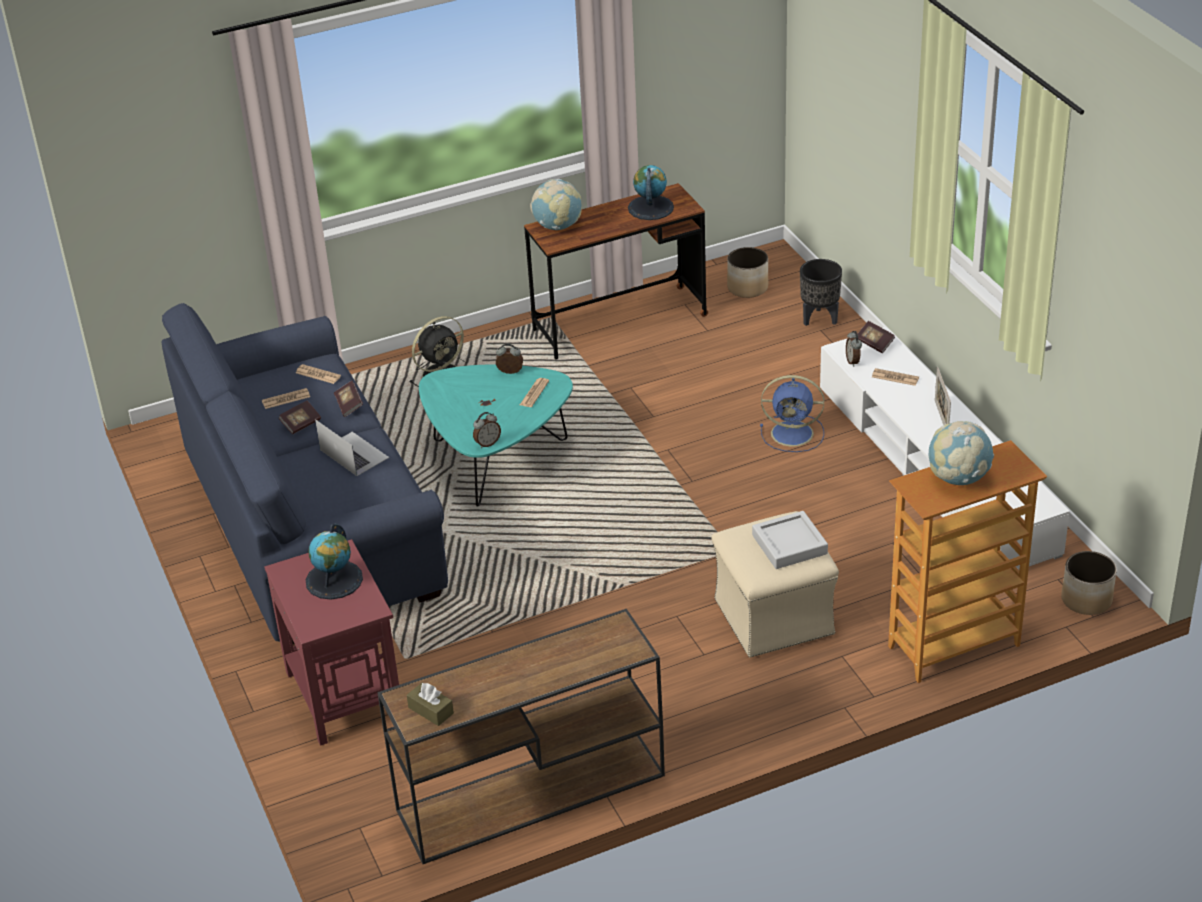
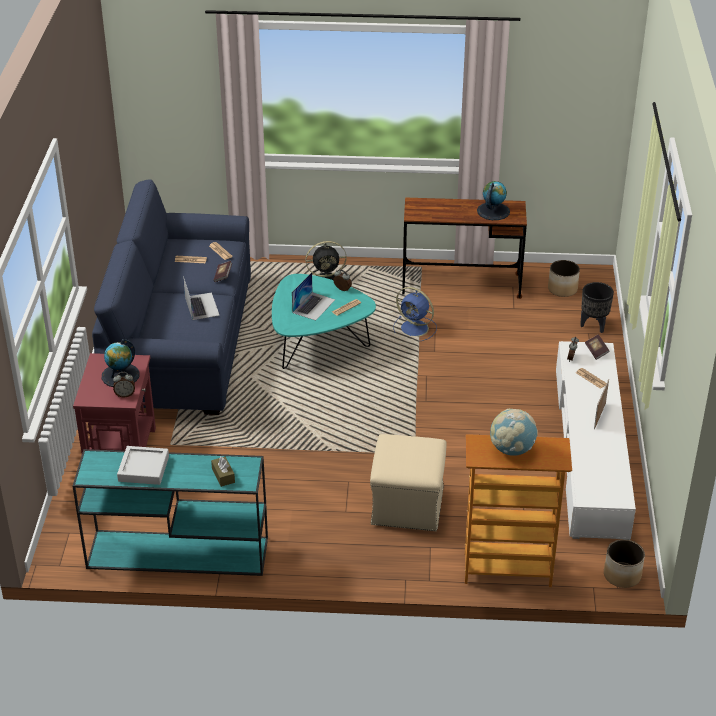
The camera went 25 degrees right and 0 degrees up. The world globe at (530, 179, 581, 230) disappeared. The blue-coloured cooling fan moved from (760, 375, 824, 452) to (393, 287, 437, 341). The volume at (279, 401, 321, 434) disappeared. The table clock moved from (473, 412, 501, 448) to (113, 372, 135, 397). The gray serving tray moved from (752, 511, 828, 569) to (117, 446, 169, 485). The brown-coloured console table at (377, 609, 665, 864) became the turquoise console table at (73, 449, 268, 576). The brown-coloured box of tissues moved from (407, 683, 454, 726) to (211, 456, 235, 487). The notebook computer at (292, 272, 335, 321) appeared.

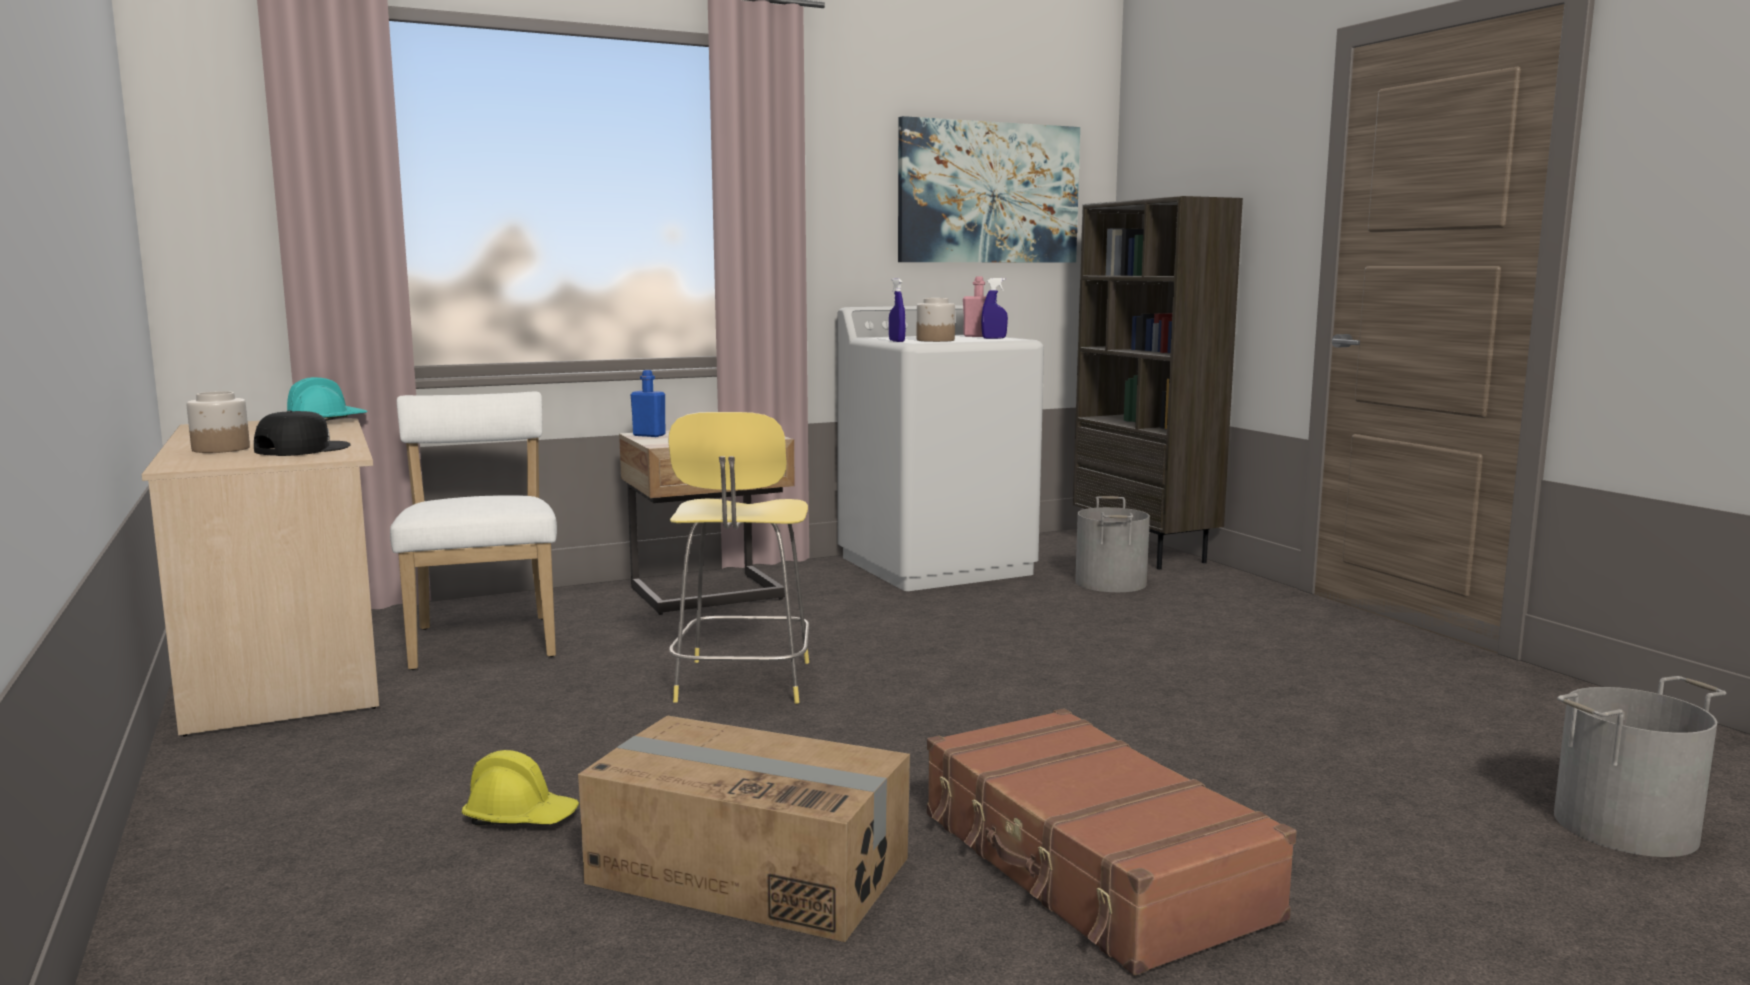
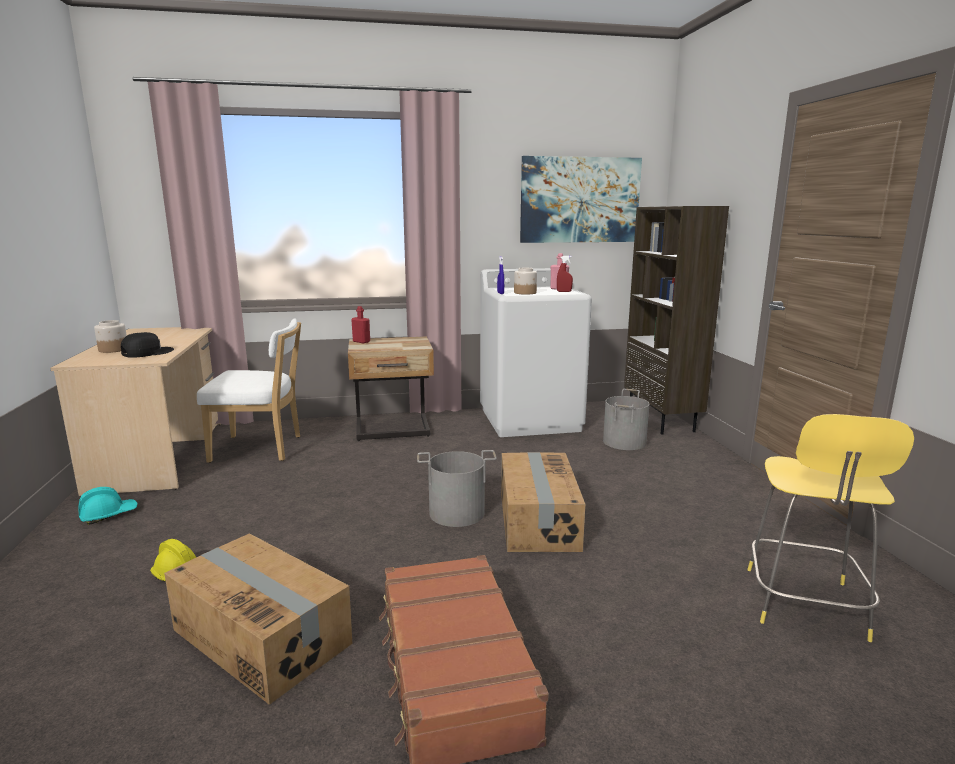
The camera went 15 degrees right and 5 degrees up. The blue-coloured hand sprayer at (981, 278, 1008, 339) became the red-coloured hand sprayer at (557, 256, 573, 292). The blue-coloured bottle at (630, 370, 666, 437) became the red-coloured bottle at (351, 306, 370, 343). The turquoise safety helmet moved from (287, 377, 368, 421) to (78, 487, 138, 525). The whitish chair at (390, 392, 557, 670) turned 90 degrees clockwise. The yellow-coloured sitting stool moved from (669, 412, 810, 704) to (747, 414, 914, 642). The gray water bucket moved from (1554, 676, 1726, 857) to (417, 450, 497, 527). The carton at (501, 452, 586, 552) appeared.

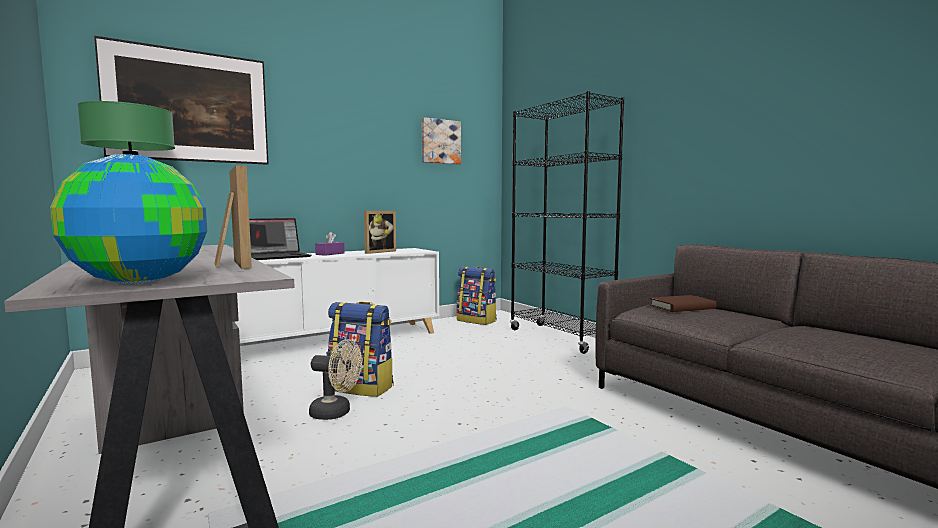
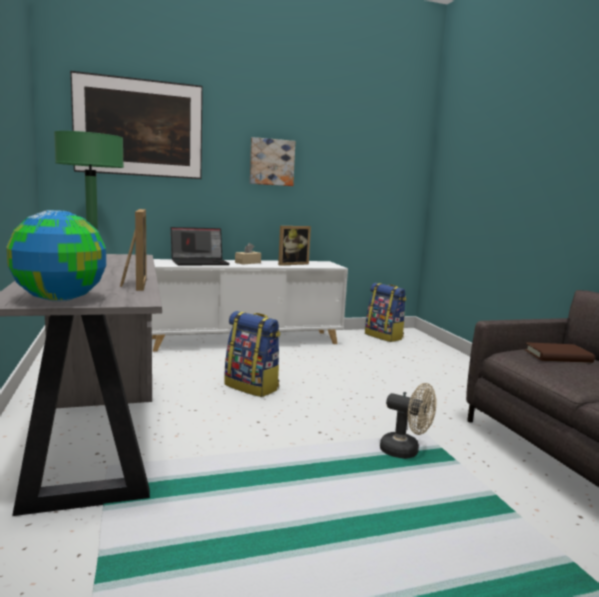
The camera went 15 degrees right and 5 degrees up. The black-coloured bookcase at (510, 91, 624, 354) disappeared. The picture moved from (422, 117, 461, 164) to (250, 137, 295, 186). The purplish box of tissues at (315, 232, 345, 256) became the sand-coloured box of tissues at (235, 243, 261, 264). The sand-coloured cooling fan moved from (309, 339, 362, 420) to (380, 383, 437, 459).

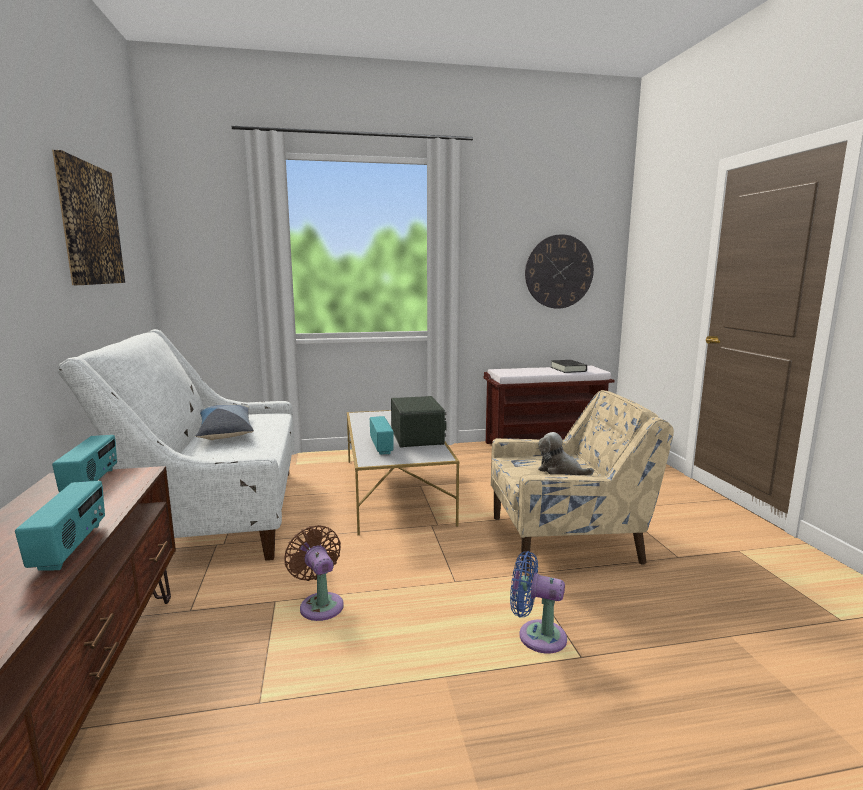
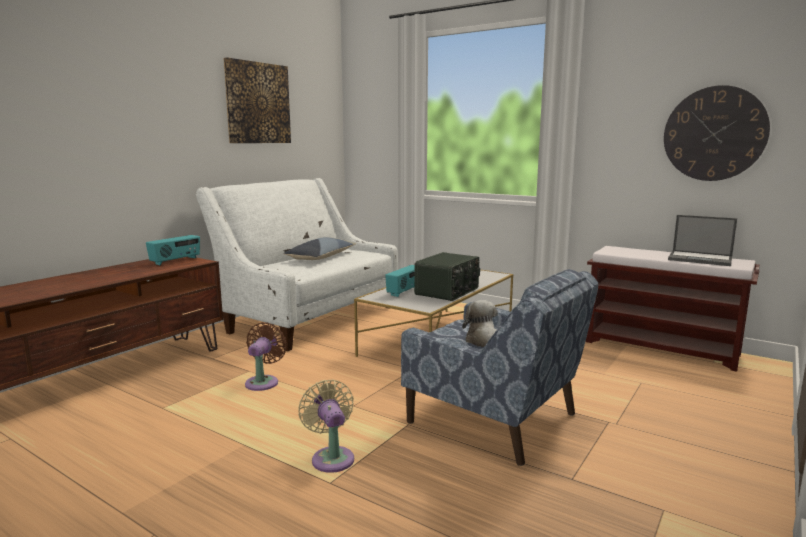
The camera went 45 degrees right and 0 degrees up. The black-coloured volume at (551, 360, 587, 373) was replaced by the notebook computer at (668, 215, 737, 266). The sand-coloured armchair at (491, 390, 674, 573) became the blue-coloured armchair at (401, 269, 598, 466). The radio receiver at (15, 481, 105, 571) disappeared. The blue-coloured cooling fan at (510, 551, 567, 653) became the sand-coloured cooling fan at (298, 380, 354, 473).

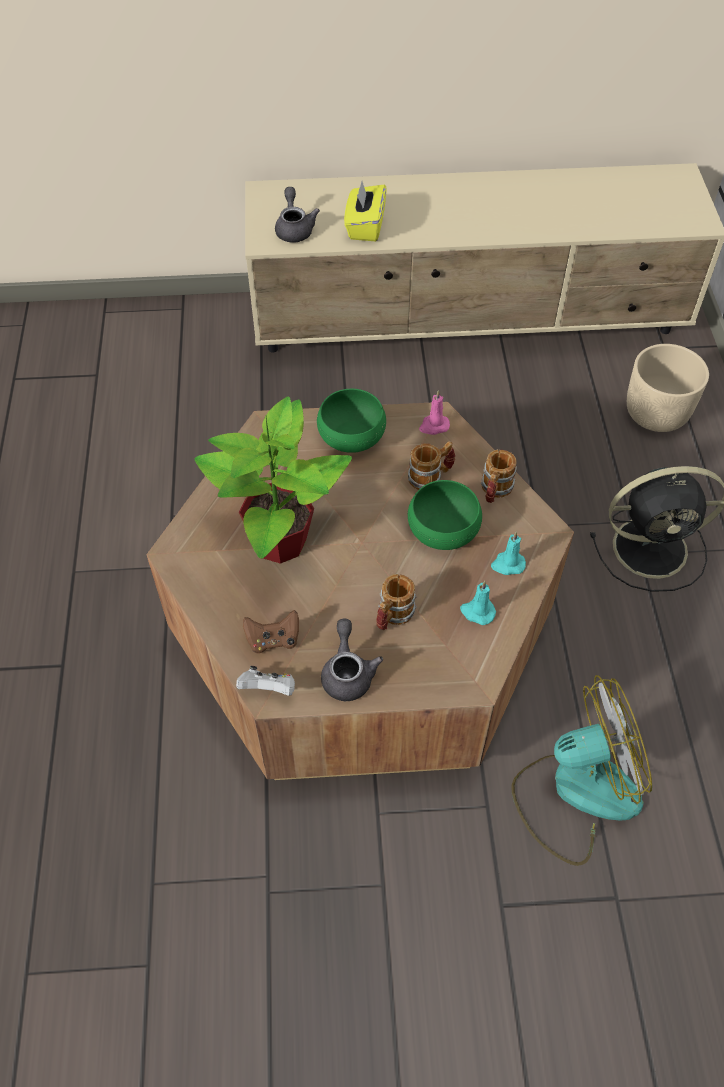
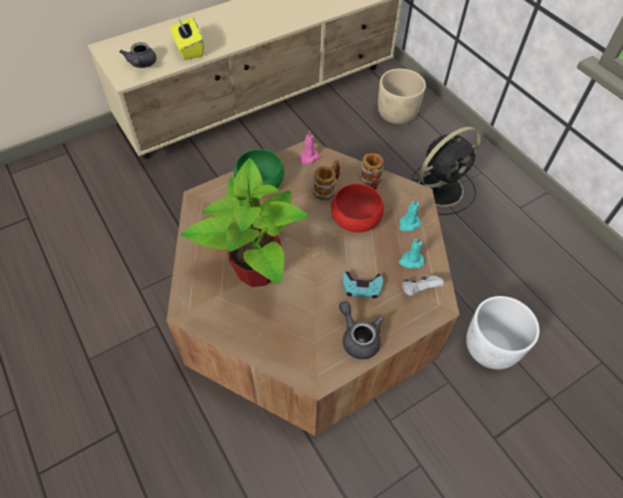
The camera went 30 degrees left and 0 degrees up. The gray tea pot at (275, 187, 320, 242) turned 150 degrees counterclockwise. The greenish serving bowl at (408, 480, 482, 550) became the red-coloured serving bowl at (331, 184, 384, 233). The tea mug at (376, 574, 417, 630) was replaced by the turquoise gamepad at (343, 271, 383, 298). The brown-coloured gamepad at (243, 610, 299, 654) disappeared. The whitish gamepad moved from (236, 666, 295, 696) to (402, 275, 444, 296). The cooling fan at (511, 675, 652, 866) was replaced by the whitish flower pot at (466, 296, 540, 370).

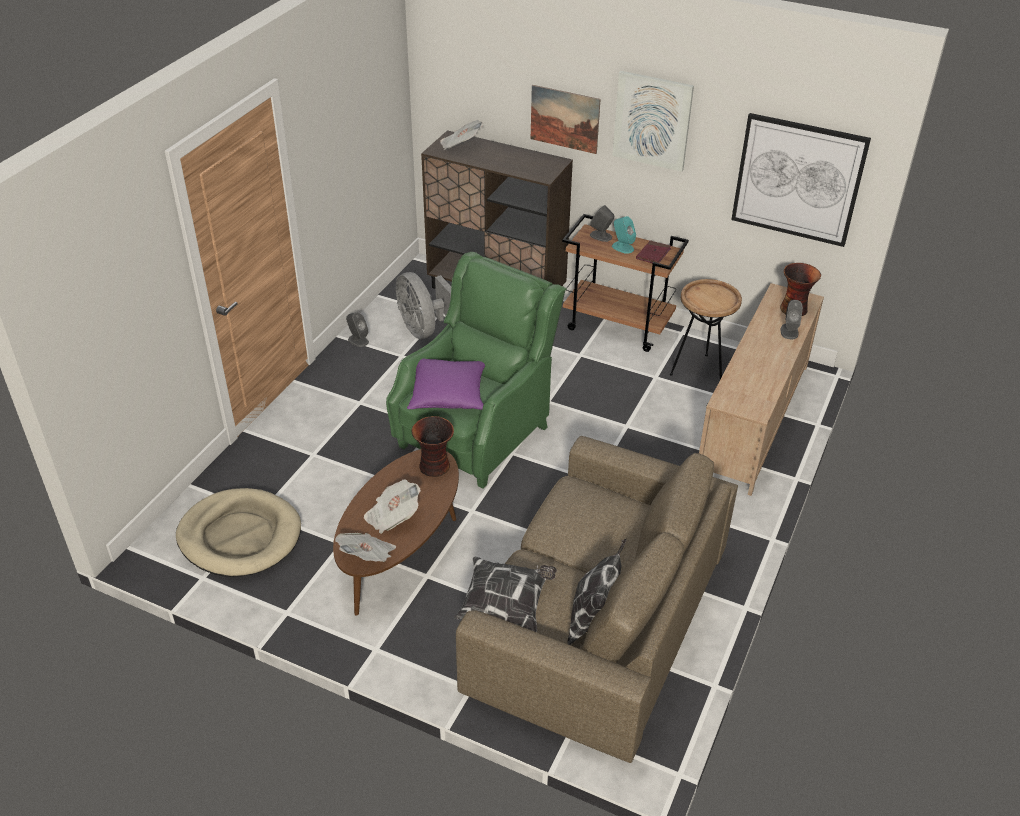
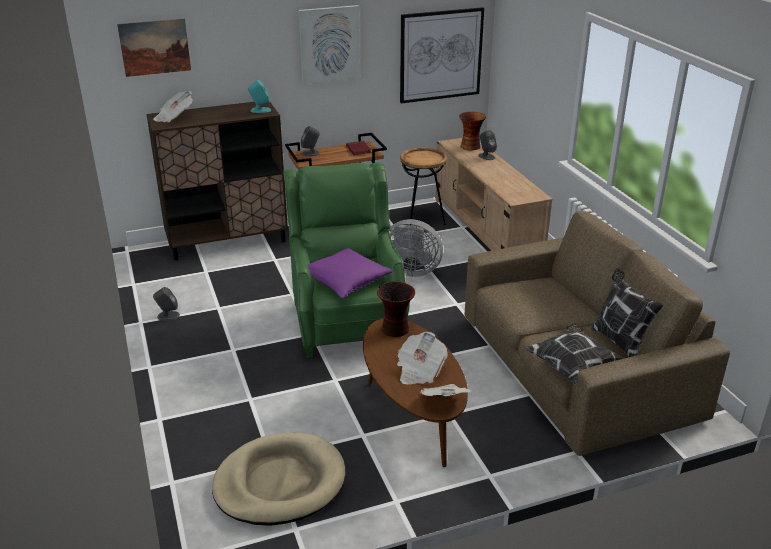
The camera went 45 degrees left and 10 degrees down. The picture moved from (531, 85, 601, 154) to (117, 18, 191, 77). The turquoise loudspeaker moved from (612, 216, 636, 254) to (248, 80, 271, 113). The gray cooling fan moved from (396, 272, 451, 339) to (388, 219, 443, 277).

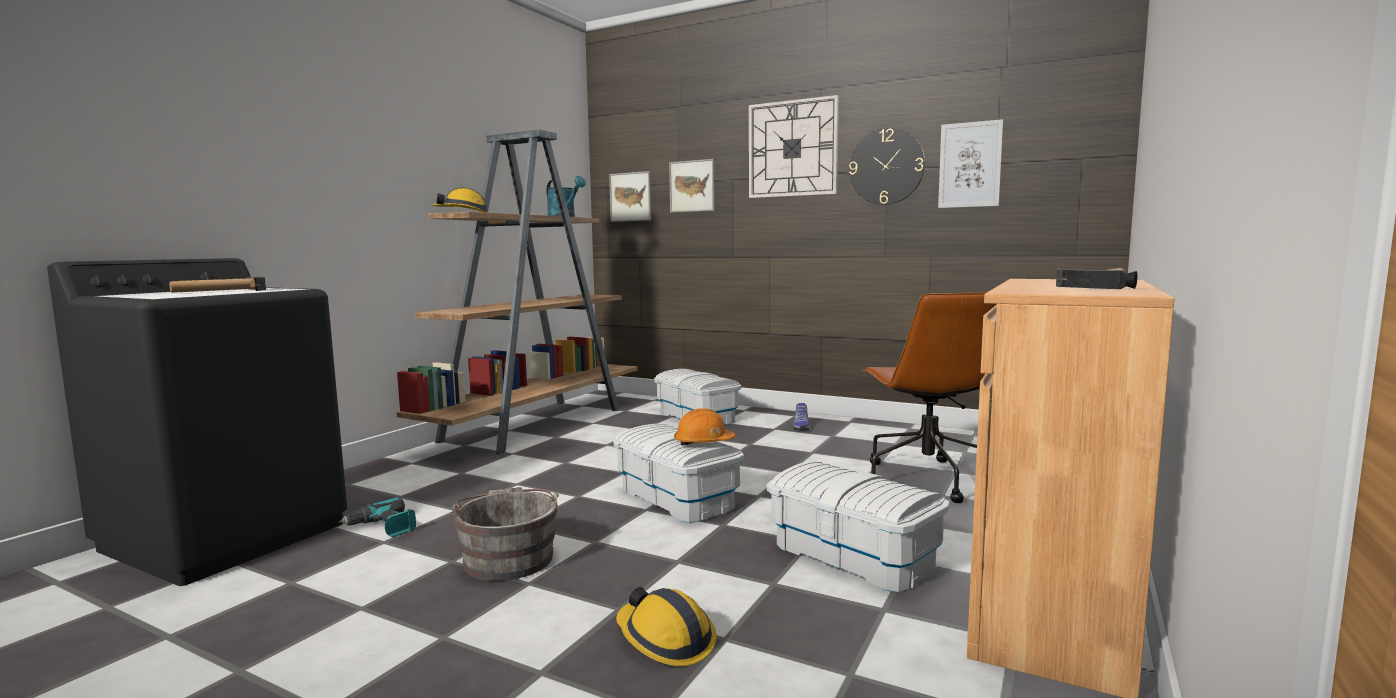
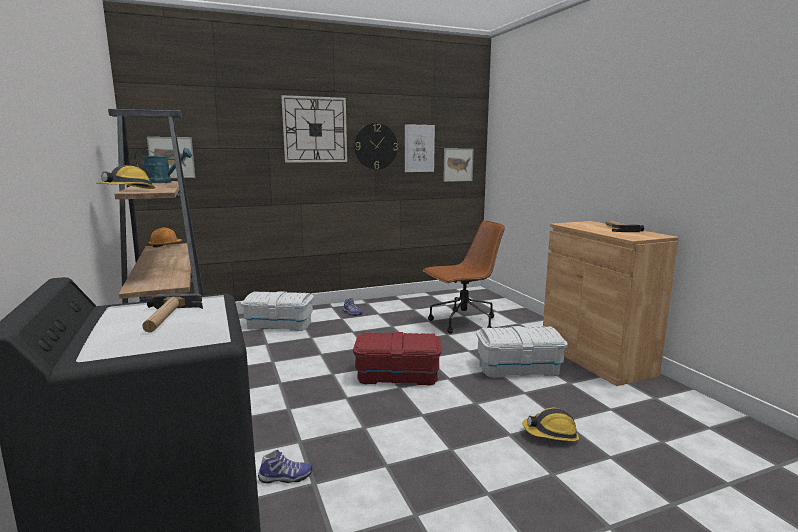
The camera went 50 degrees left and 5 degrees up. The picture moved from (669, 159, 715, 212) to (443, 148, 474, 182). The brown-coloured computer chair at (863, 292, 997, 503) turned 60 degrees counterclockwise. The orange safety helmet moved from (674, 408, 736, 445) to (149, 227, 182, 248). The whitish storage box at (613, 424, 744, 523) became the red-coloured storage box at (353, 332, 442, 386). The gray water bucket at (452, 487, 559, 581) disappeared. The drill at (338, 497, 416, 537) was replaced by the shoe at (258, 450, 312, 483).

